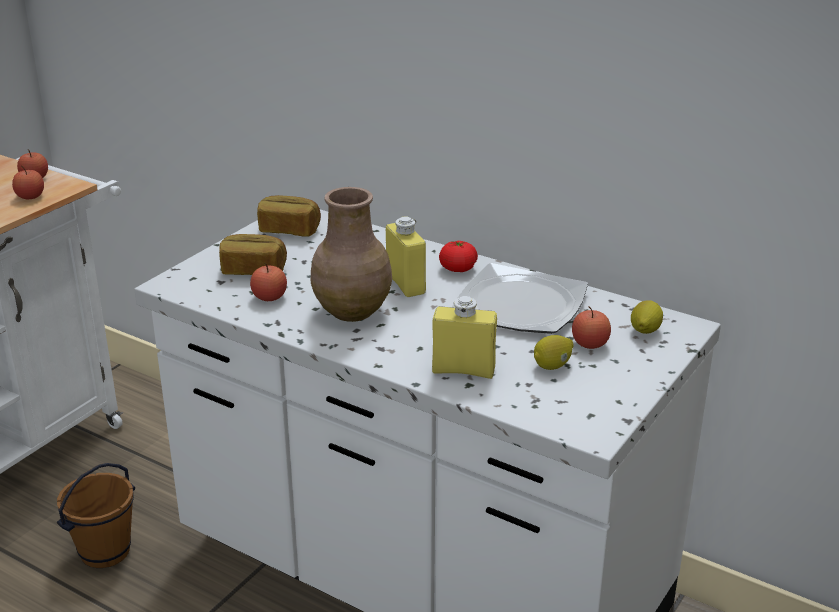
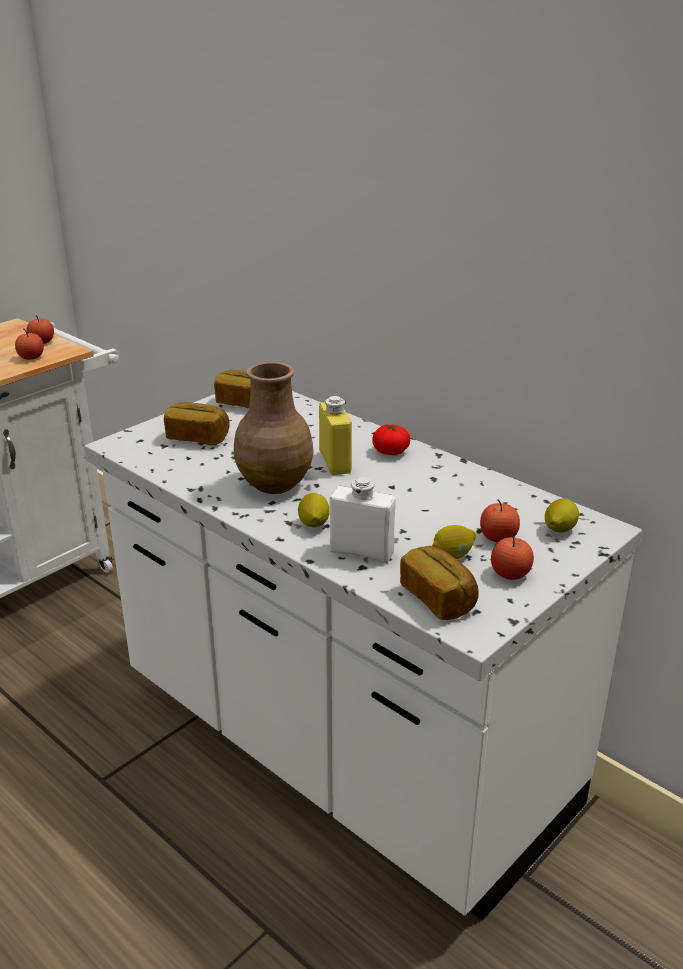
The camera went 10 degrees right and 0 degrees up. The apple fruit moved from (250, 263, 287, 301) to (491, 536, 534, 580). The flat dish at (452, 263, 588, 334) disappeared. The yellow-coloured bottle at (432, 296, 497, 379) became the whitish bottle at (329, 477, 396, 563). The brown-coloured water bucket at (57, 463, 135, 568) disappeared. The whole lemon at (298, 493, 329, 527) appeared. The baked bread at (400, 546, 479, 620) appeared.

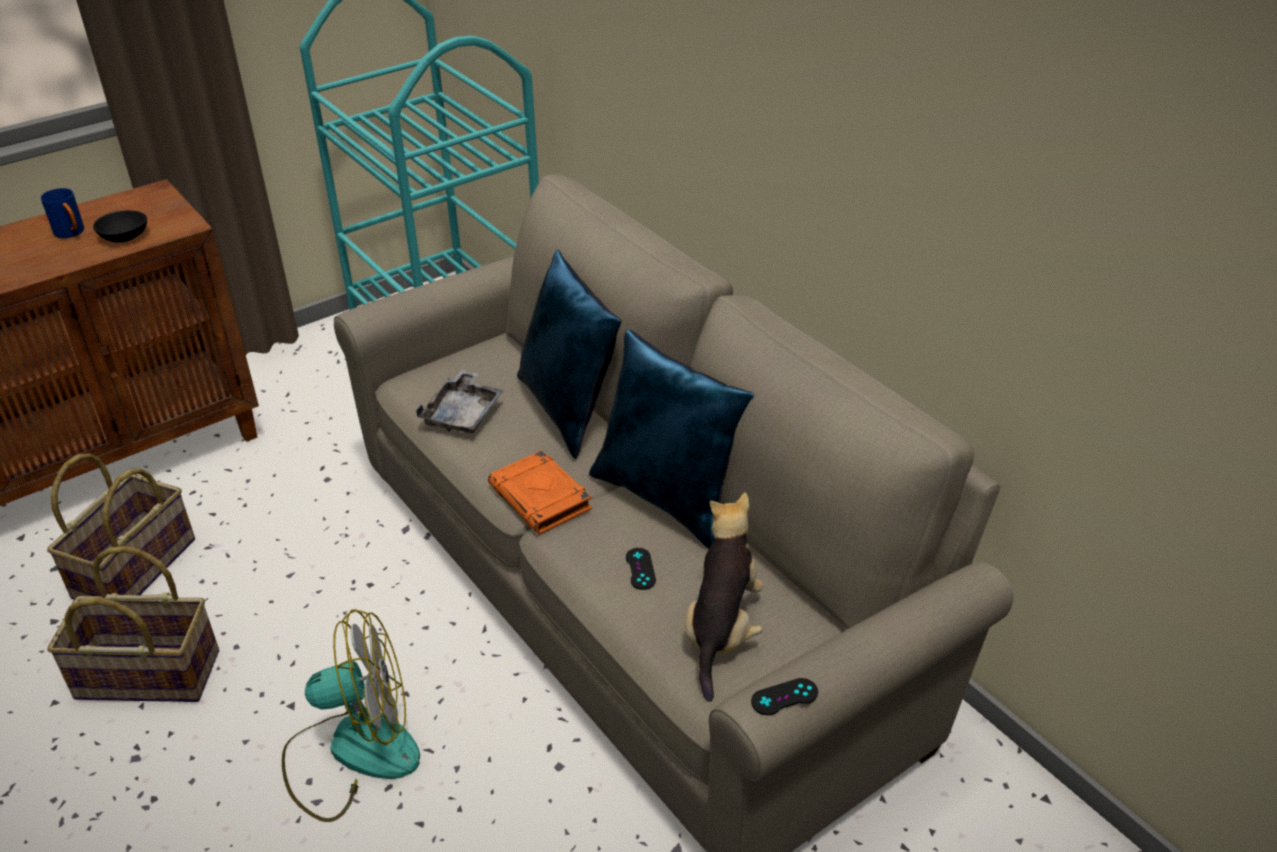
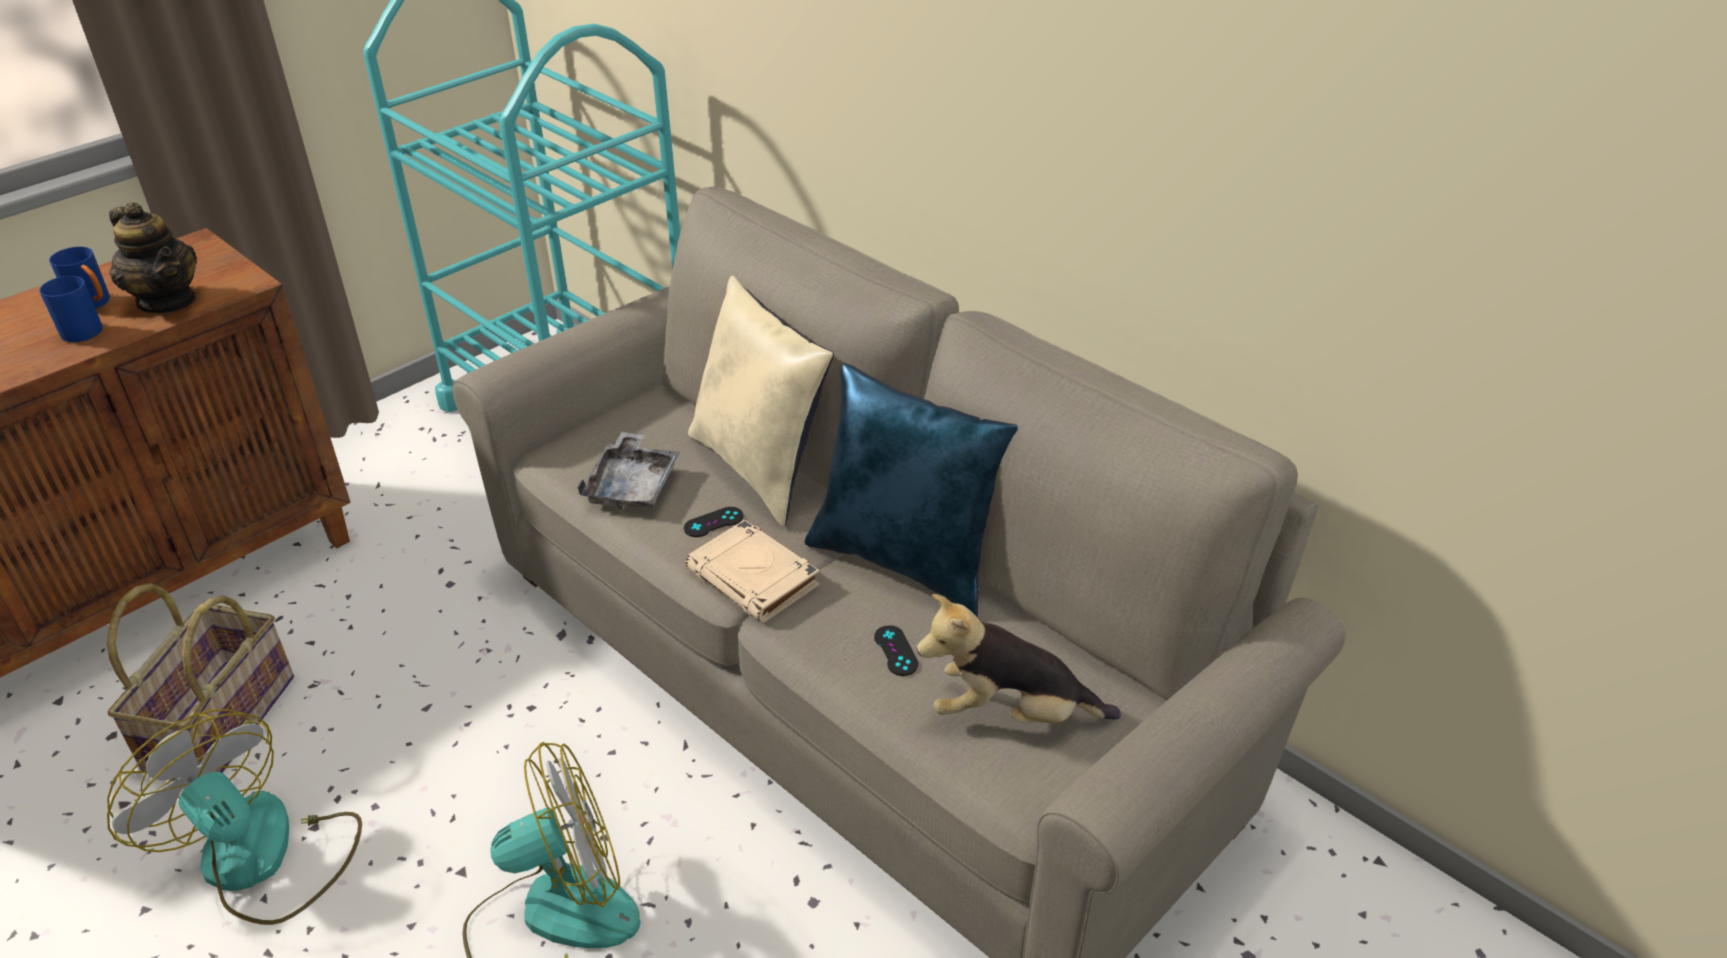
The camera went 10 degrees left and 0 degrees up. The black-coloured serving bowl at (93, 210, 147, 243) was replaced by the tea pot at (109, 202, 197, 313). The blue-coloured throw pillow at (517, 249, 621, 459) became the sand-coloured throw pillow at (688, 275, 834, 527). The orange volume at (488, 450, 592, 535) became the sand-coloured volume at (686, 520, 819, 623). The cuddly toy at (685, 493, 764, 702) turned 90 degrees counterclockwise. The storage basket at (47, 546, 219, 702) was replaced by the cooling fan at (107, 709, 362, 925). The black-coloured gamepad moved from (751, 678, 818, 715) to (684, 507, 744, 537). The blue-coloured tea mug at (39, 276, 103, 342) appeared.

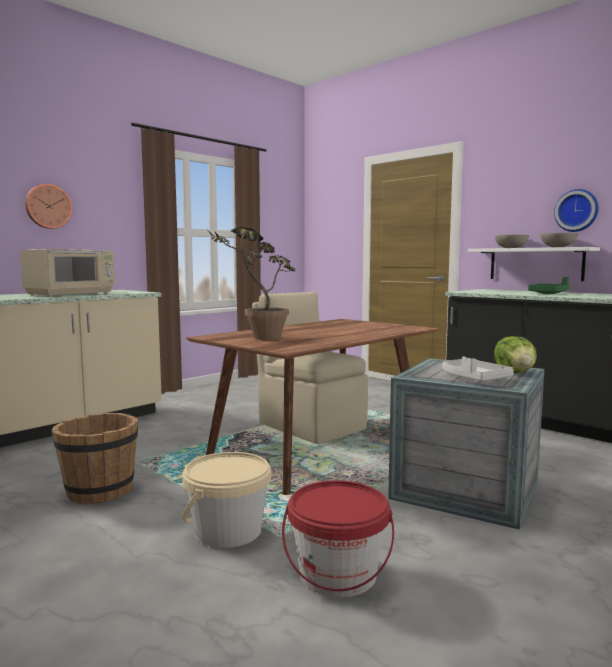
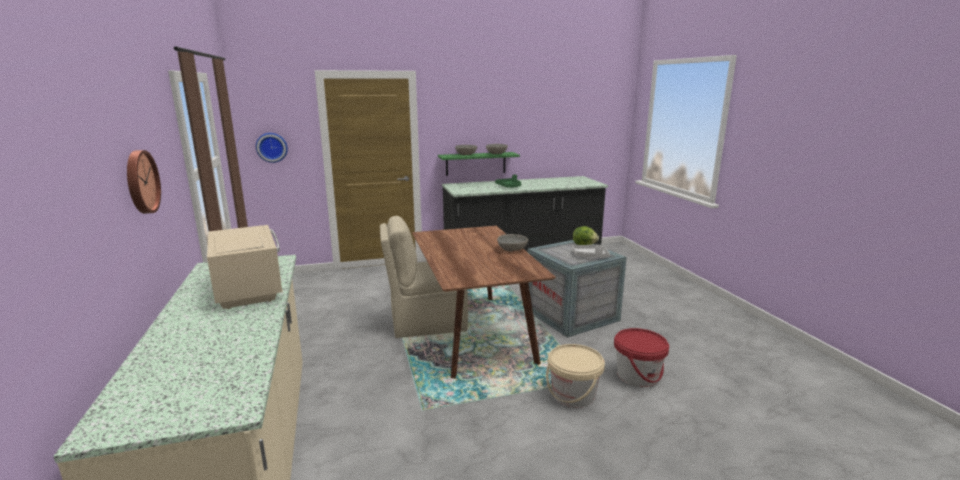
The camera went 60 degrees left and 10 degrees up. The wall clock moved from (554, 189, 599, 232) to (256, 133, 288, 163). The plant in a pot at (208, 227, 295, 340) disappeared. The whitish wall shelf at (468, 247, 600, 281) became the greenish wall shelf at (438, 152, 520, 176). The brown-coloured water bucket at (52, 413, 138, 504) disappeared. The gray serving bowl at (497, 234, 528, 251) appeared.

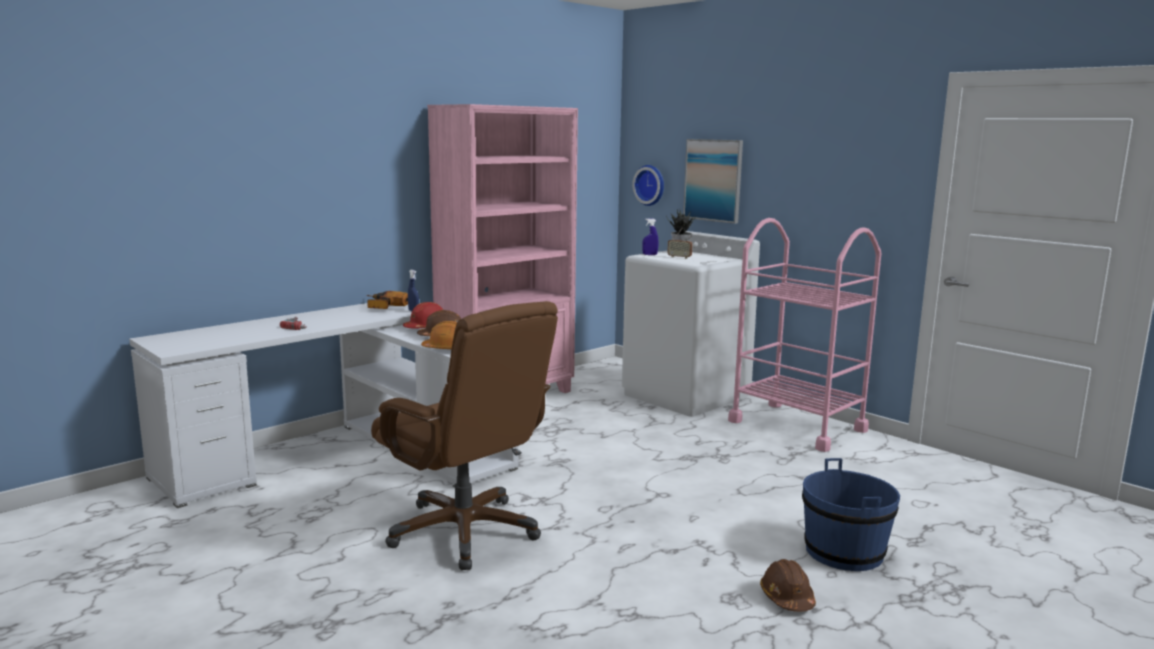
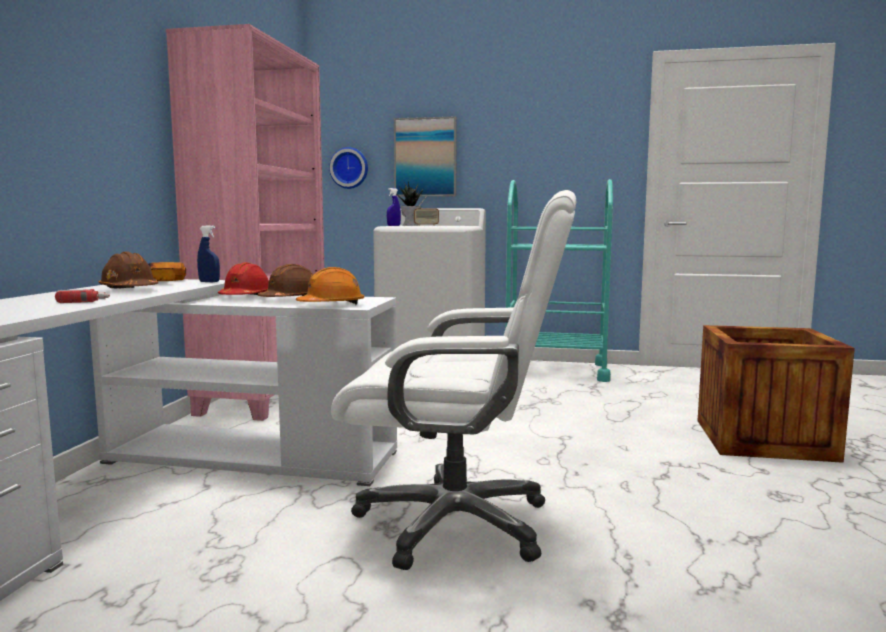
The camera went 35 degrees left and 5 degrees down. The pink-coloured wheeled cart at (728, 218, 881, 452) became the turquoise wheeled cart at (505, 179, 613, 382). The brown-coloured computer chair at (371, 301, 558, 570) became the whitish computer chair at (331, 190, 576, 570). The blue-coloured water bucket at (802, 458, 900, 571) was replaced by the shipping crate at (698, 325, 855, 463). The brown-coloured safety helmet moved from (760, 559, 816, 612) to (98, 251, 158, 288).

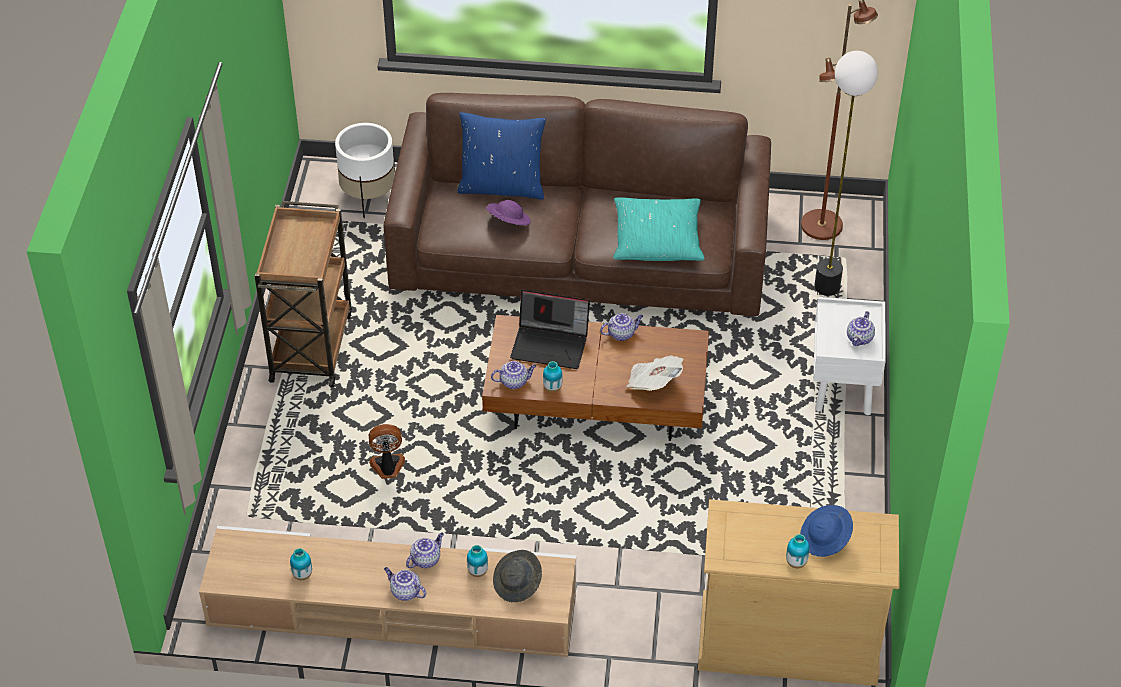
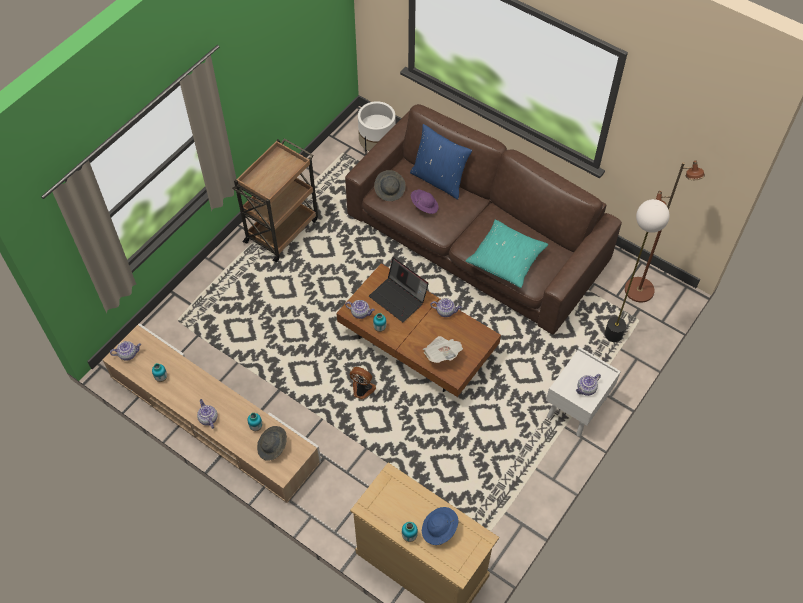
The camera went 30 degrees right and 10 degrees up. The cooling fan moved from (369, 424, 405, 479) to (350, 367, 376, 400). The tea pot moved from (406, 533, 444, 568) to (110, 341, 141, 361). The gray hat at (374, 170, 406, 201) appeared.

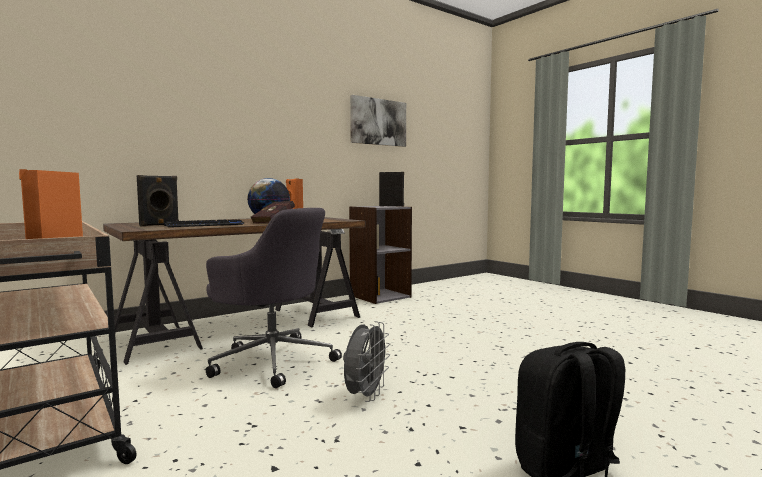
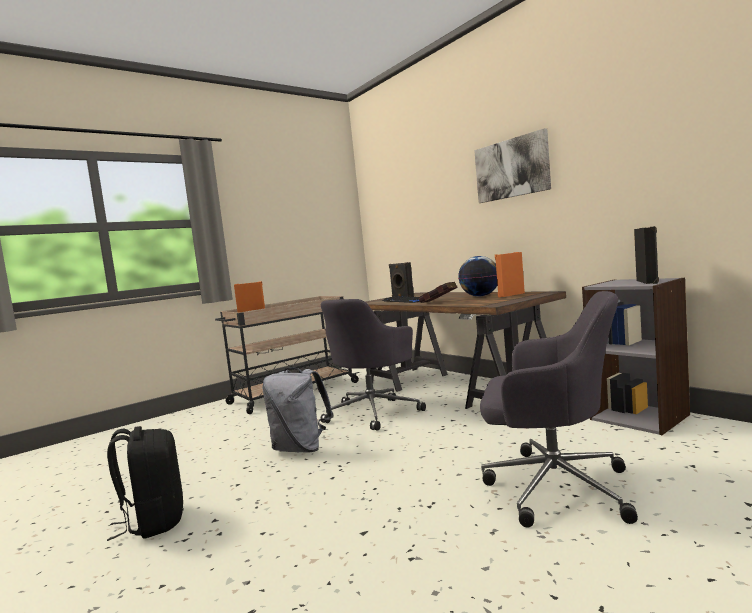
The camera went 90 degrees right and 0 degrees up. The picture moved from (350, 95, 406, 147) to (474, 128, 551, 203). The gray cooling fan at (343, 321, 390, 402) was replaced by the gray rucksack at (262, 367, 334, 453). The gray computer chair at (480, 291, 638, 527) appeared.

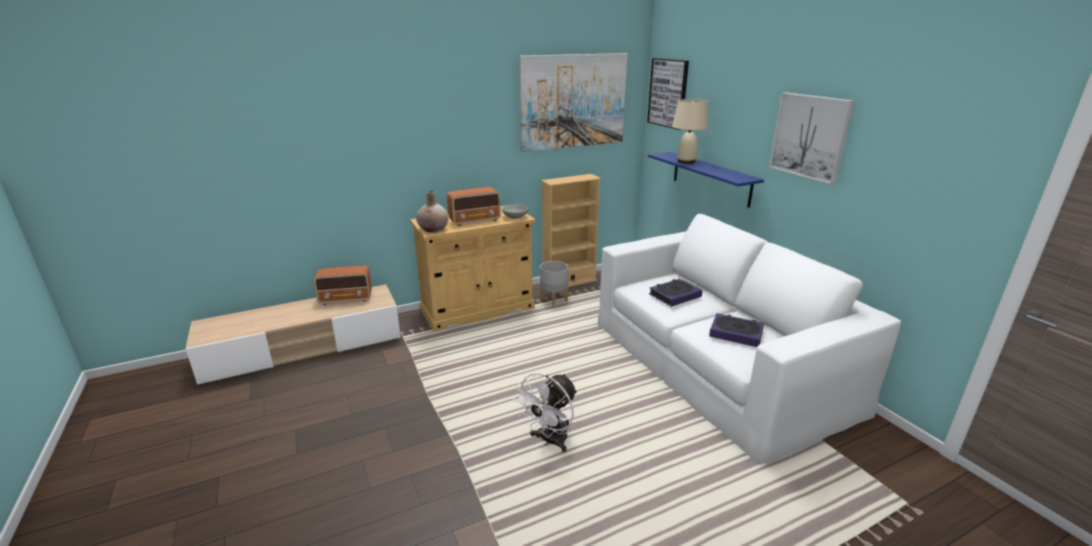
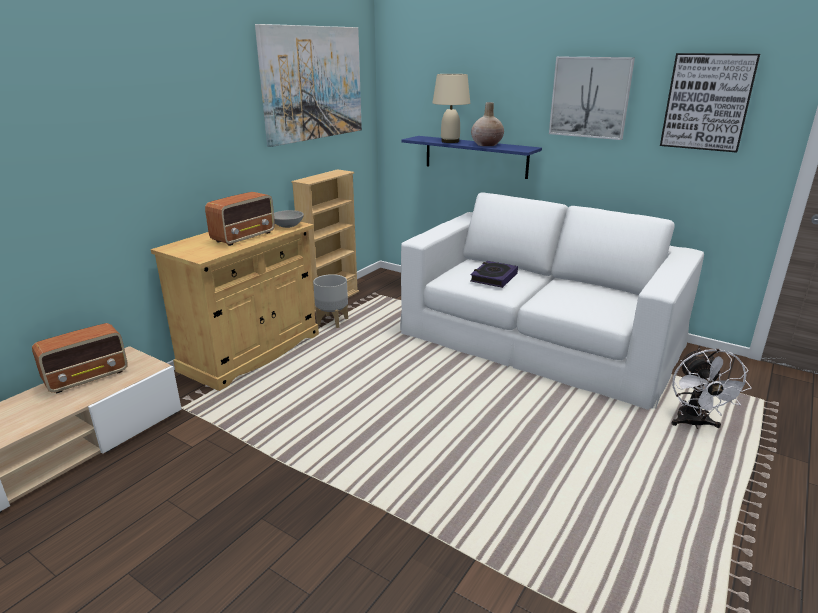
The camera went 30 degrees left and 0 degrees up. The picture moved from (647, 58, 689, 130) to (660, 53, 760, 153). The sand-coloured flower vase moved from (416, 191, 449, 233) to (471, 102, 504, 146). The volume at (709, 313, 764, 347) disappeared. The whitish cooling fan moved from (513, 373, 577, 452) to (672, 349, 752, 429).

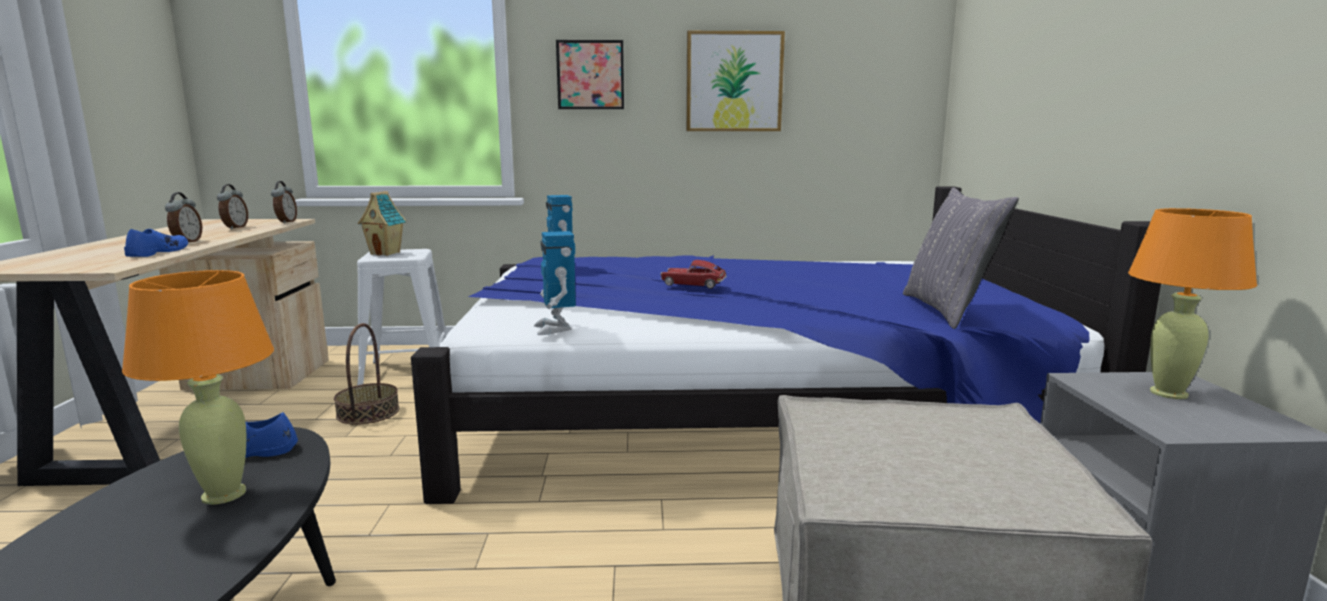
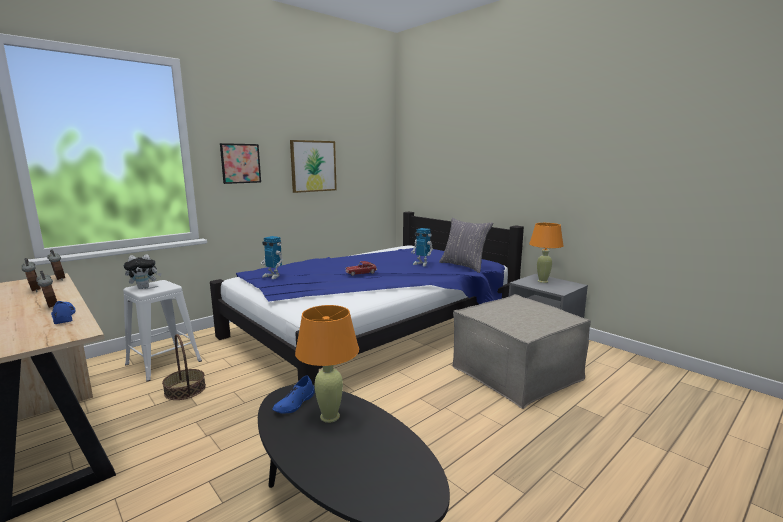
The camera went 40 degrees left and 0 degrees up. The miniature house at (358, 191, 406, 256) was replaced by the cuddly toy at (124, 254, 162, 289). The toy robot moved from (534, 231, 576, 335) to (411, 228, 433, 267).

